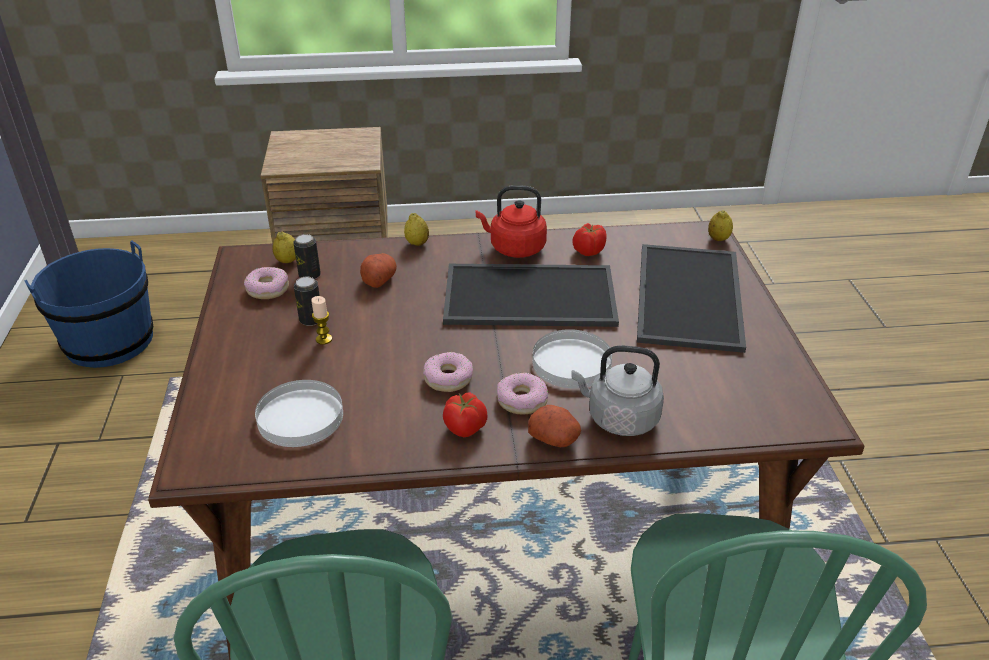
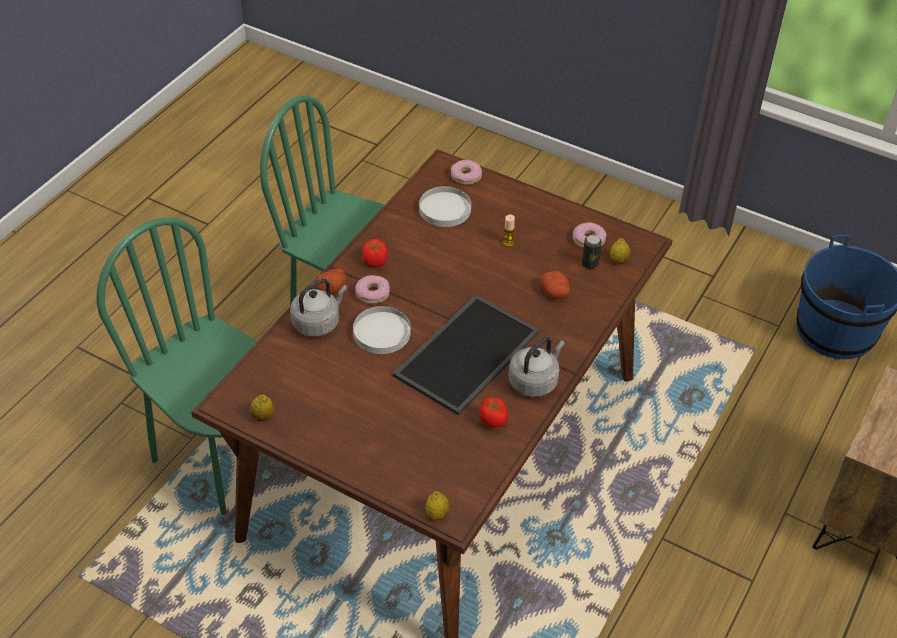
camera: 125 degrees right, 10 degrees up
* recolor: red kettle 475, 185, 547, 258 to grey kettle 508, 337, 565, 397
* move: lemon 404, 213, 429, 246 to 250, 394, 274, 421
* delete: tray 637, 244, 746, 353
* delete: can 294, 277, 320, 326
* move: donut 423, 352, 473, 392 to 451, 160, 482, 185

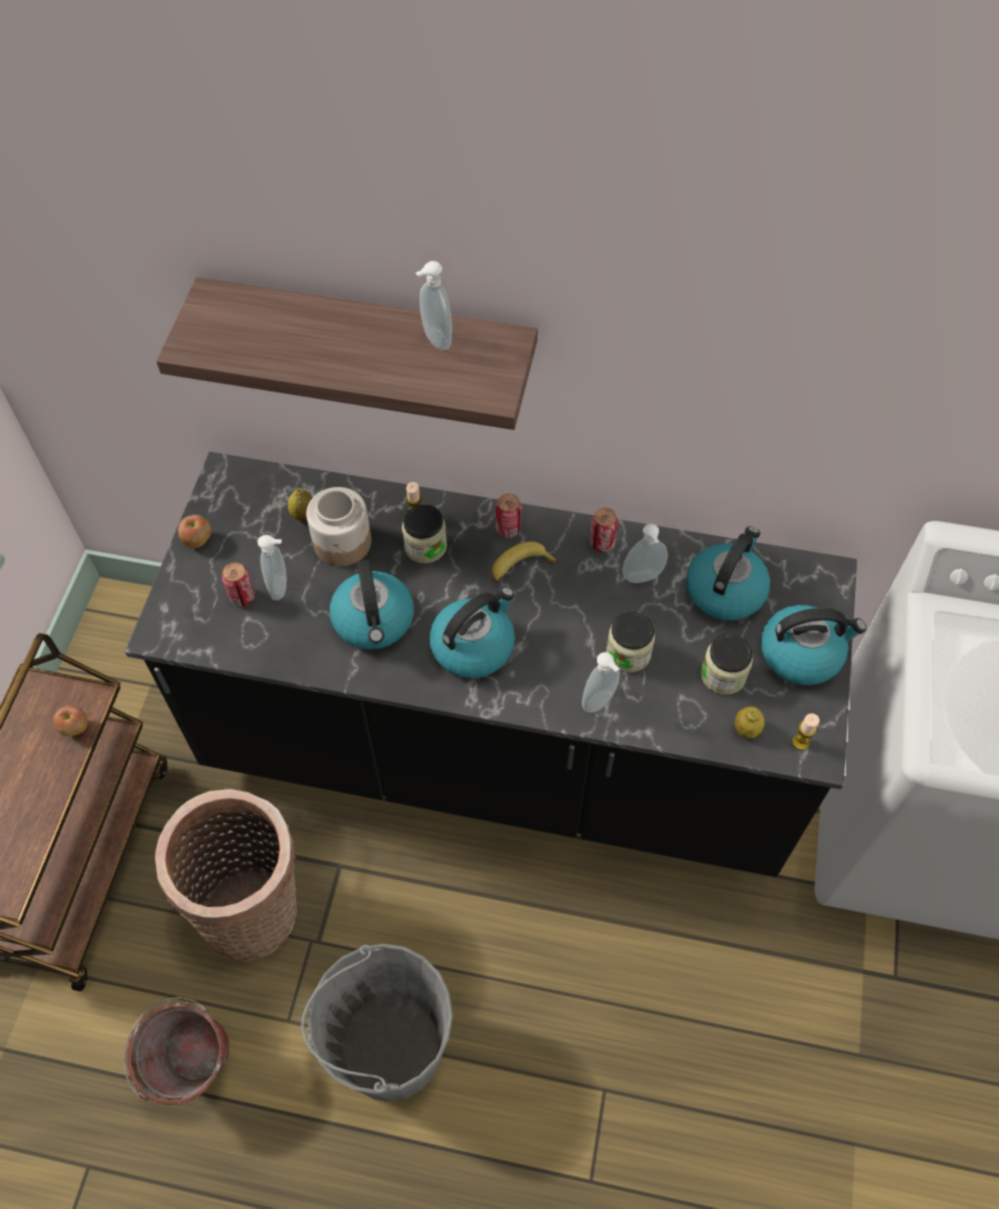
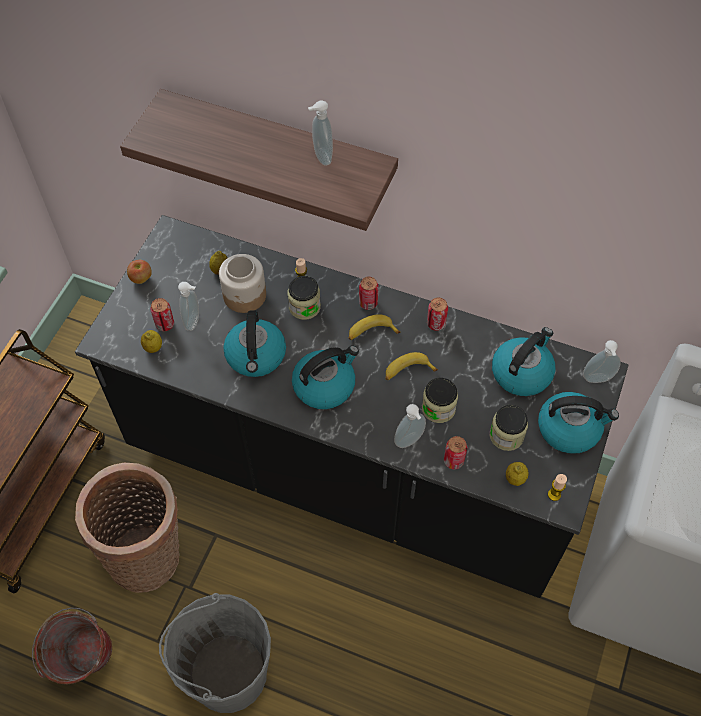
camera: 10 degrees right, 0 degrees up
* move: soap dispenser 622, 524, 668, 583 to 583, 340, 621, 383
* delete: apple 53, 705, 88, 736
* insert: lemon 141, 330, 162, 353
* insert: banana 385, 352, 438, 380
* insert: can 444, 436, 467, 469

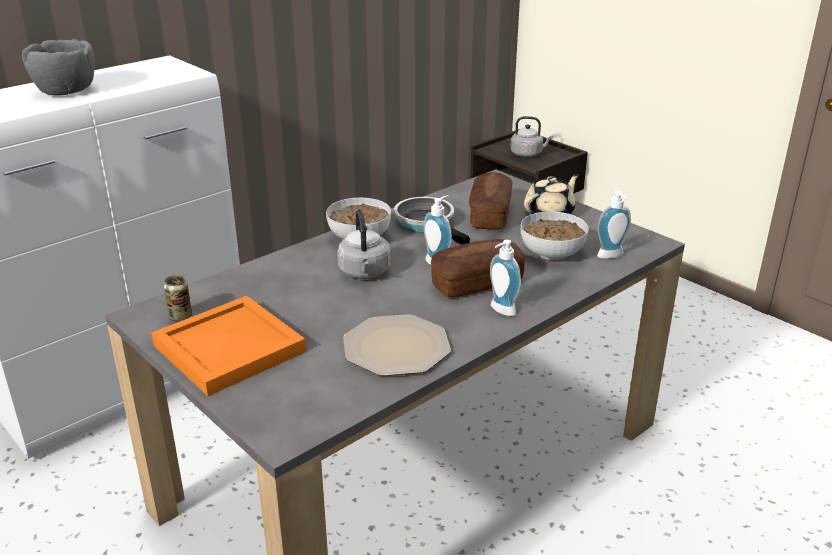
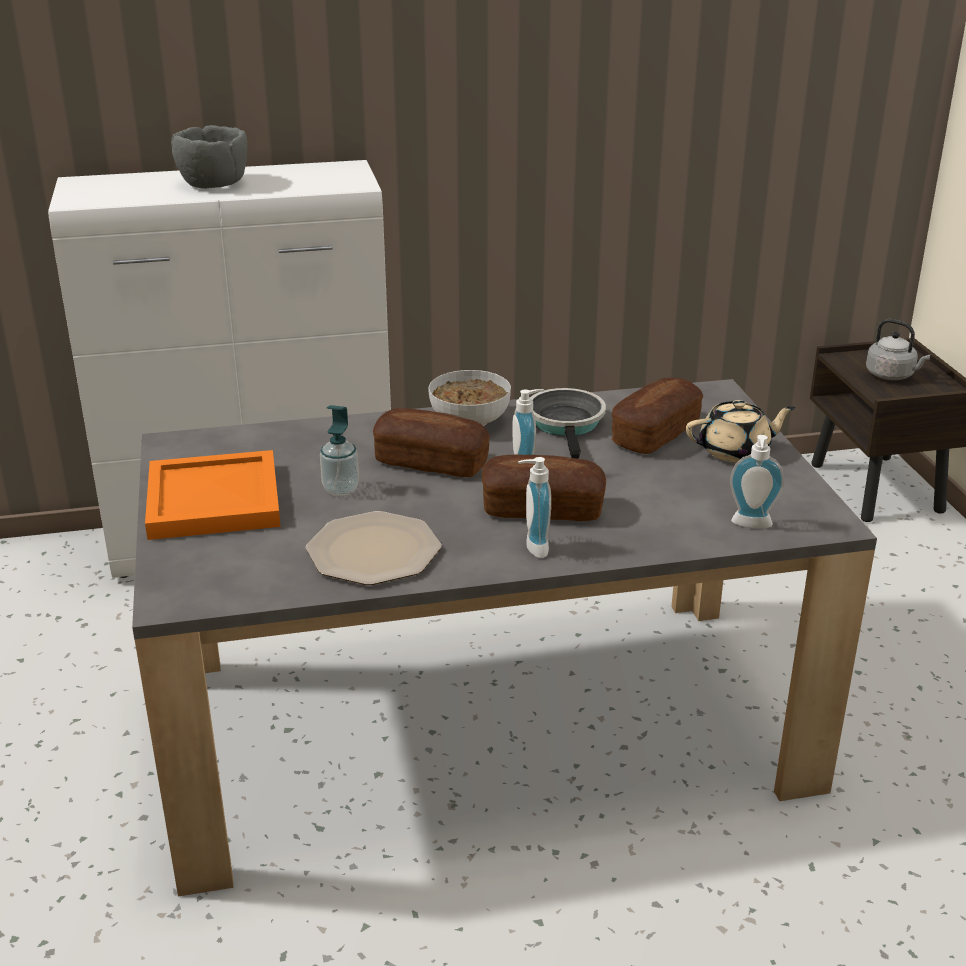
camera: 30 degrees right, 0 degrees up
* replace: grey kettle 338, 209, 390, 279 to bread 373, 408, 490, 477
* delete: bowl 521, 211, 589, 260
* delete: can 164, 275, 192, 321
* insert: soap dispenser 320, 405, 359, 496

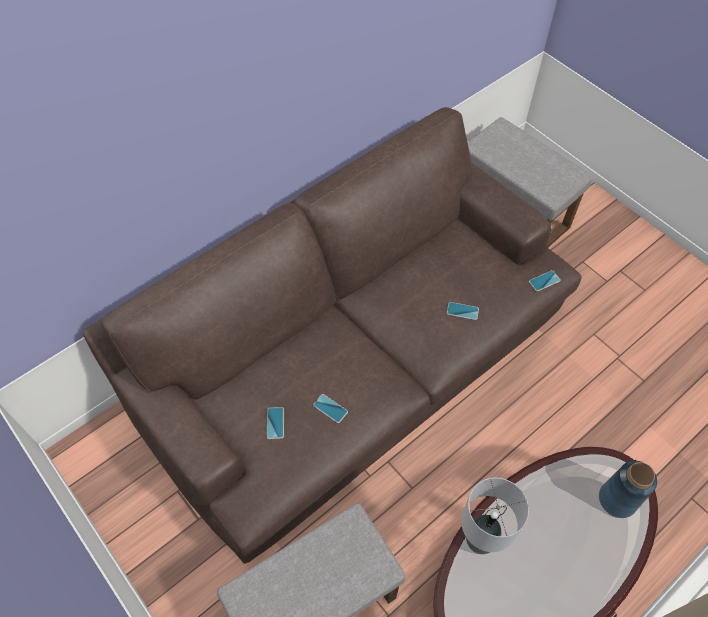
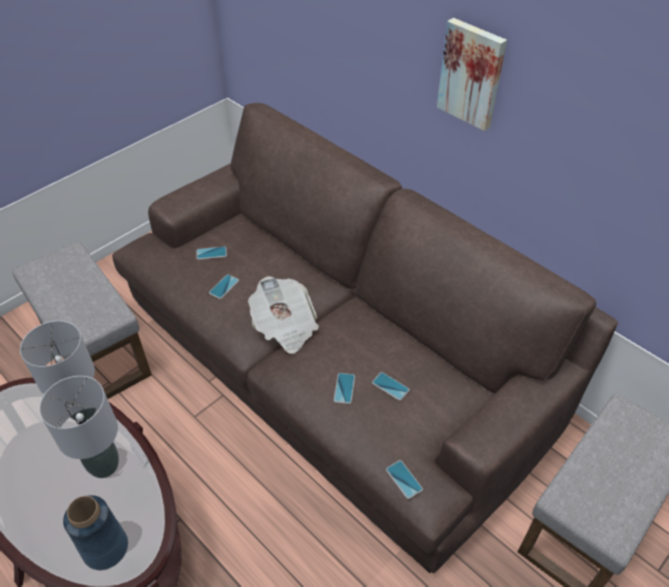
camera: 85 degrees right, 10 degrees down
* insert: picture 437, 18, 507, 131
* insert: newspaper 248, 276, 319, 354
* insert: phone 372, 372, 410, 401
* insert: grey table lamp 39, 376, 119, 478

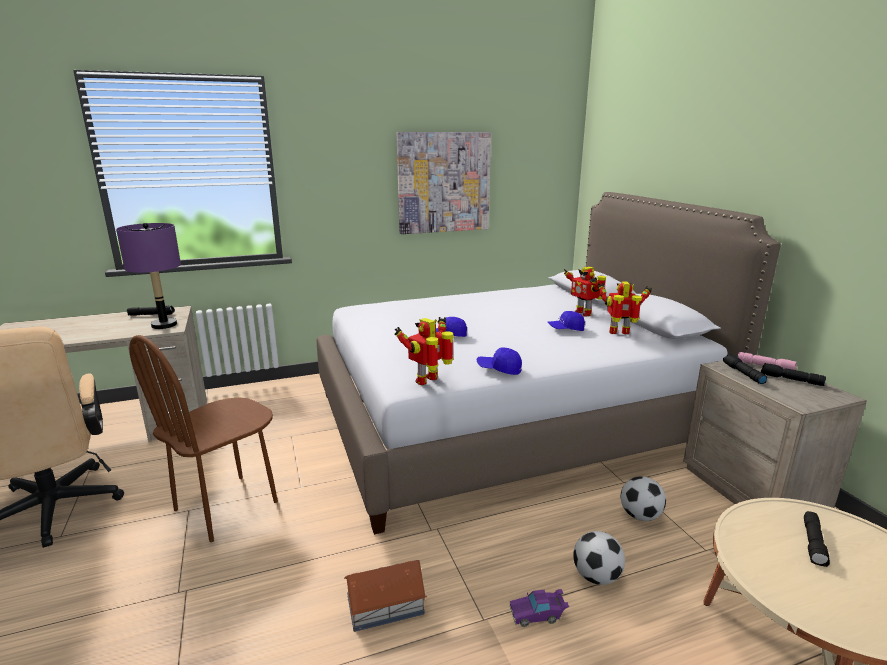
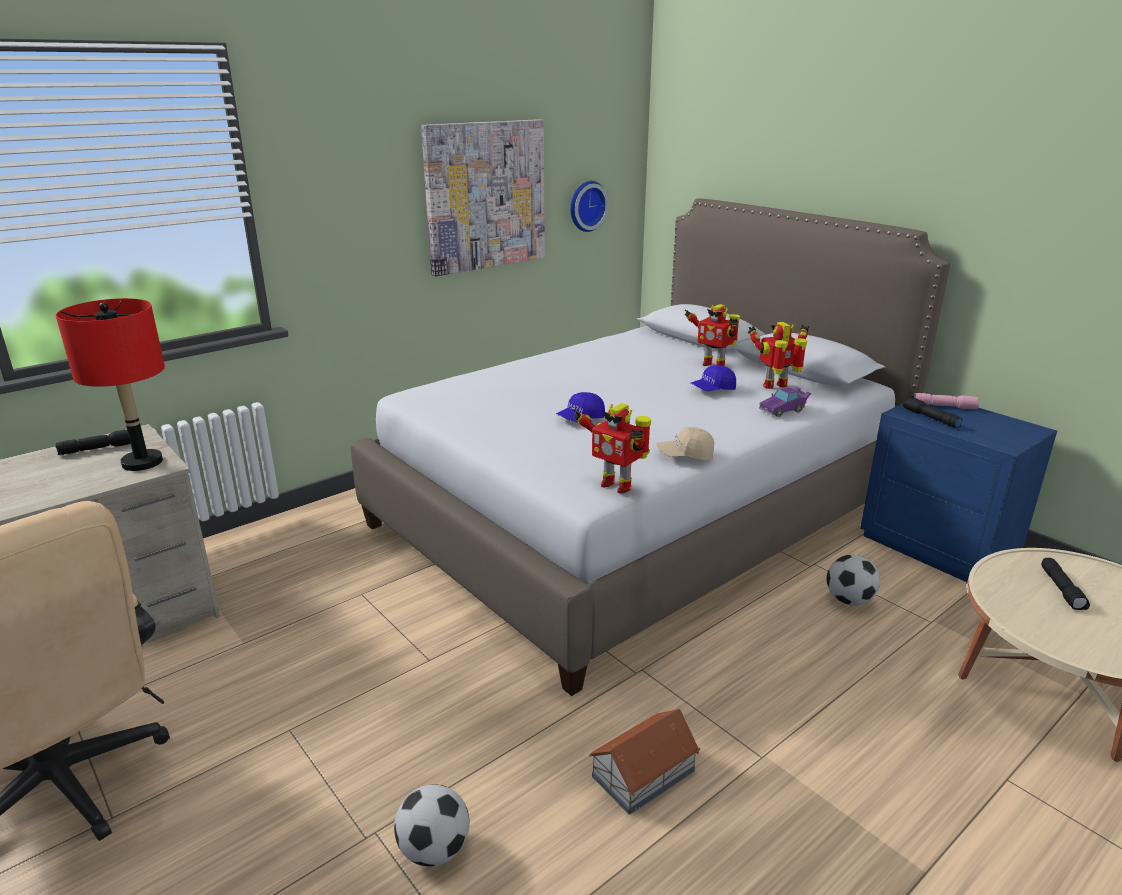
camera: 20 degrees left, 5 degrees up
* recolor: purple table lamp 116, 223, 181, 329 to red table lamp 56, 298, 165, 471
* rotate: toy robot 395, 317, 453, 385 = 573, 403, 651, 494 75 degrees counterclockwise
* delete: brown chair 129, 335, 278, 542
* recolor: blue cap 477, 348, 522, 375 to beige cap 656, 427, 714, 460
* recolor: beige nightstand 683, 354, 867, 508 to blue nightstand 860, 392, 1057, 582
* delete: black flashlight 761, 363, 826, 386
* move: football 573, 531, 625, 585 to 394, 784, 470, 866
* move: purple toy car 509, 589, 569, 627 to 759, 387, 812, 417
* insert: wall clock 570, 181, 609, 232

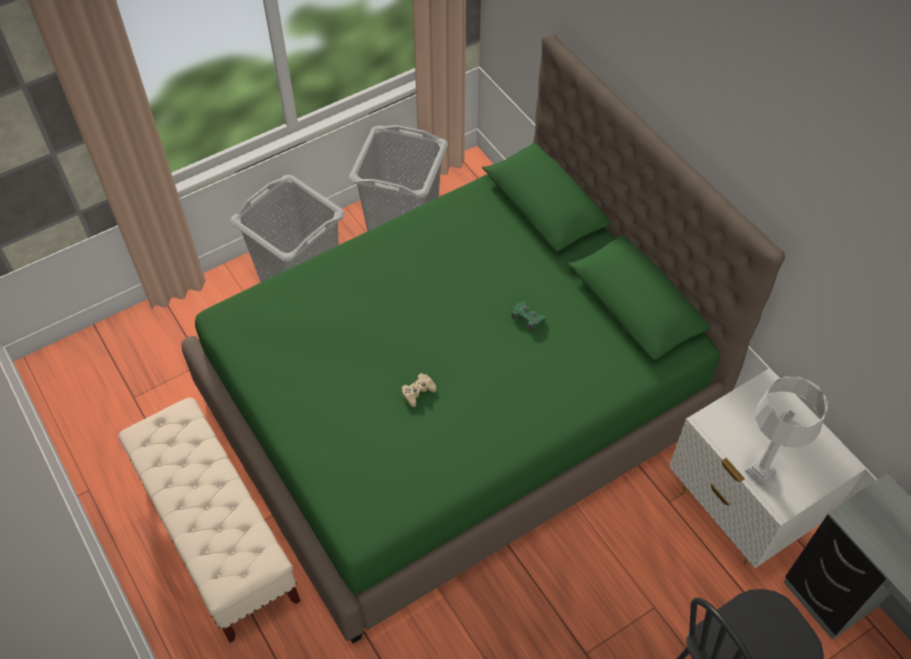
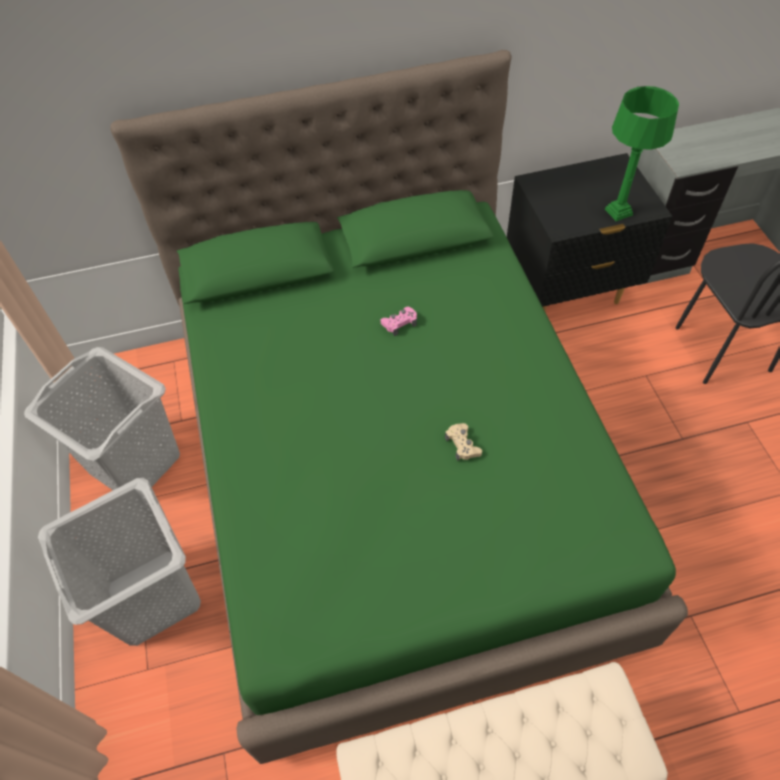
camera: 70 degrees left, 0 degrees up
* recolor: green game controller 512, 301, 545, 330 to pink game controller 381, 307, 417, 336
* recolor: white nightstand 669, 369, 866, 568 to black nightstand 507, 153, 672, 312
* recolor: grey table lamp 745, 376, 828, 486 to green table lamp 605, 86, 679, 221

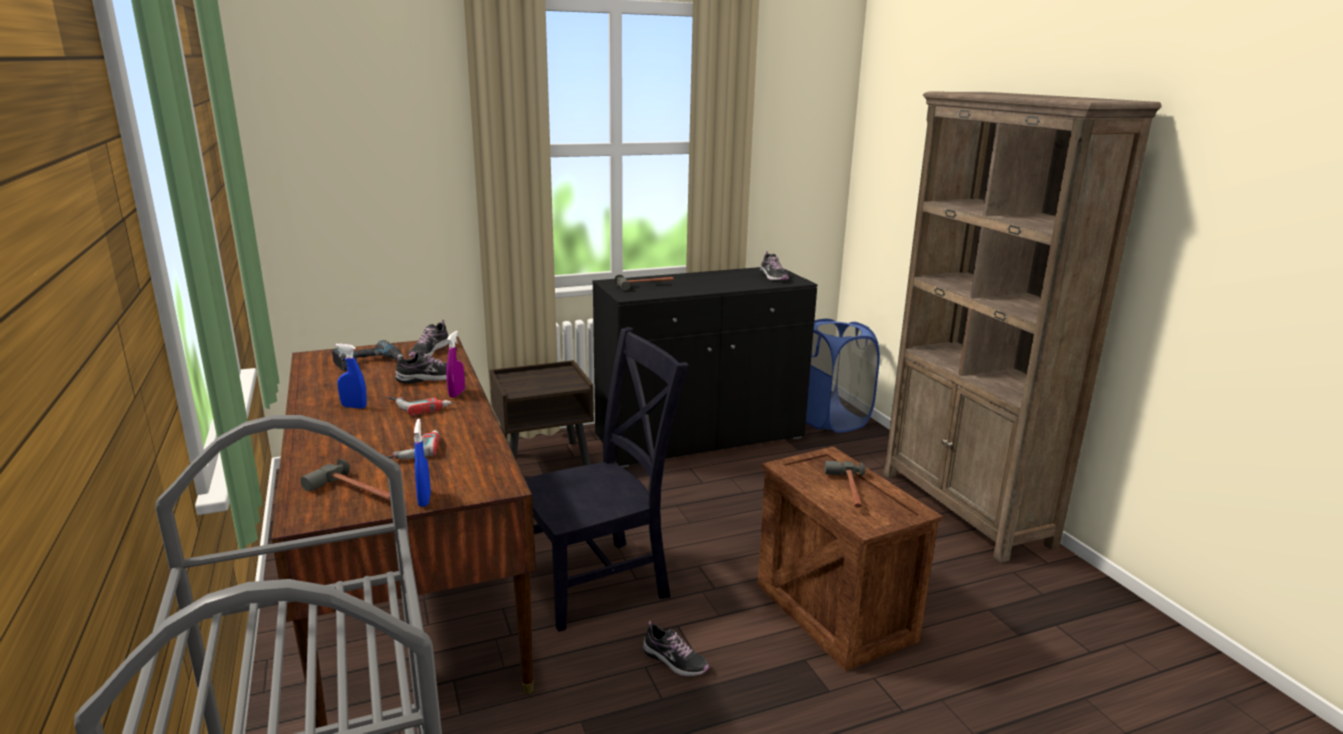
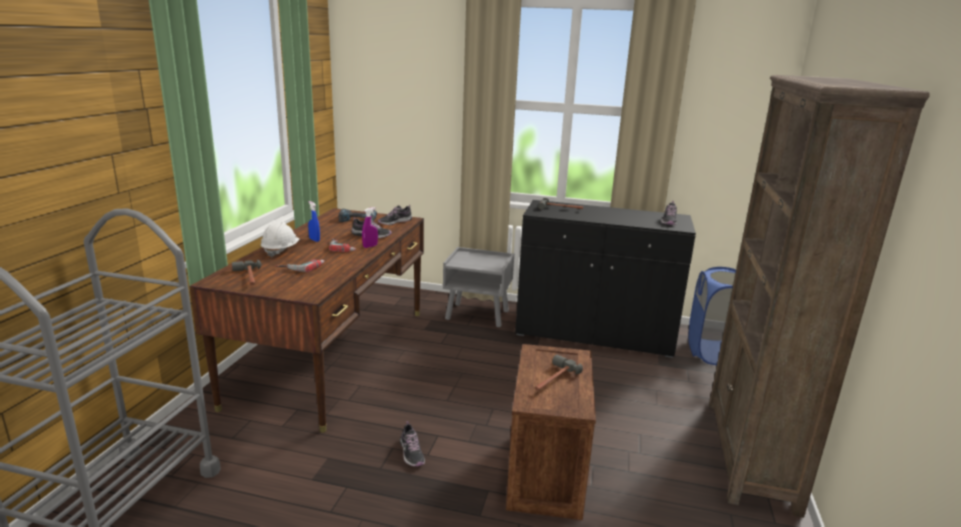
camera: 35 degrees right, 0 degrees up
* delete: black chair 525, 327, 688, 632
* recolor: brown nightstand 489, 360, 594, 466 to grey nightstand 443, 247, 514, 327
* delete: blue spray bottle 414, 419, 431, 507
* insert: white hard hat 261, 221, 300, 257

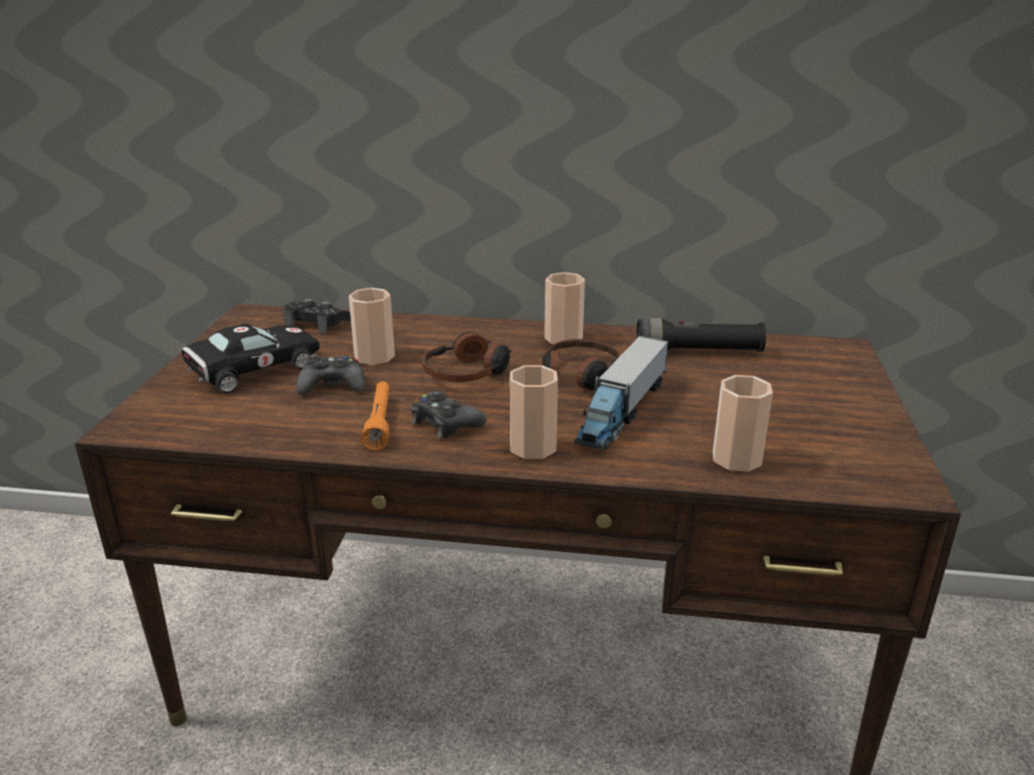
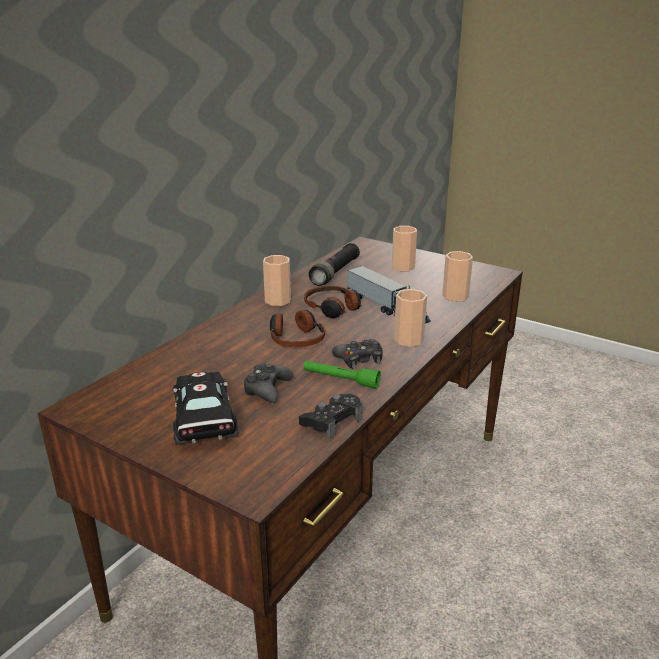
camera: 65 degrees left, 0 degrees up
* move: cup 349, 288, 395, 365 to 392, 226, 417, 271
* move: black game controller 283, 299, 351, 334 to 299, 394, 363, 439
* recolor: orange flashlight 361, 381, 389, 451 to green flashlight 303, 361, 381, 389

